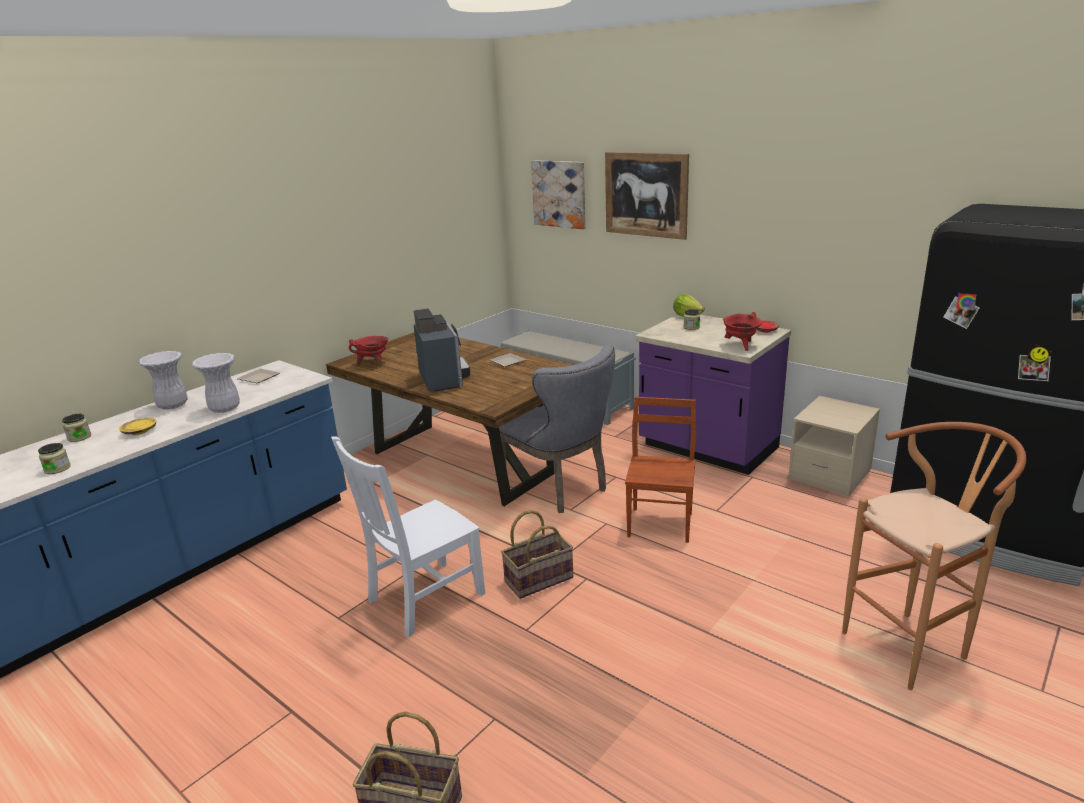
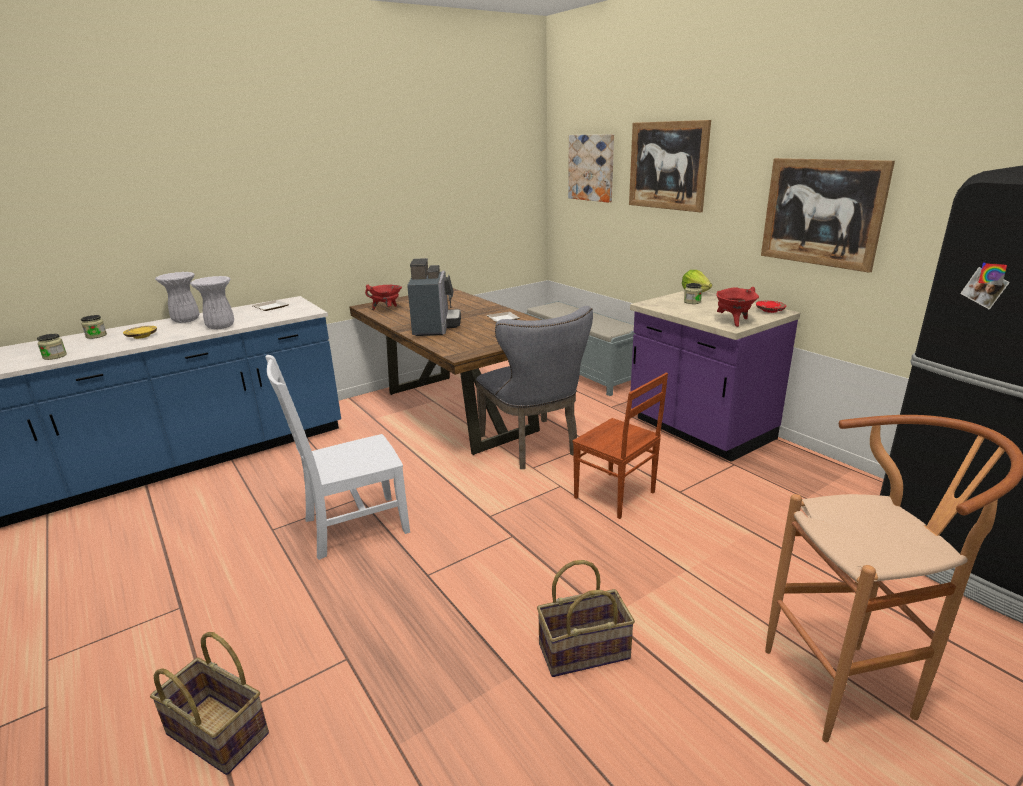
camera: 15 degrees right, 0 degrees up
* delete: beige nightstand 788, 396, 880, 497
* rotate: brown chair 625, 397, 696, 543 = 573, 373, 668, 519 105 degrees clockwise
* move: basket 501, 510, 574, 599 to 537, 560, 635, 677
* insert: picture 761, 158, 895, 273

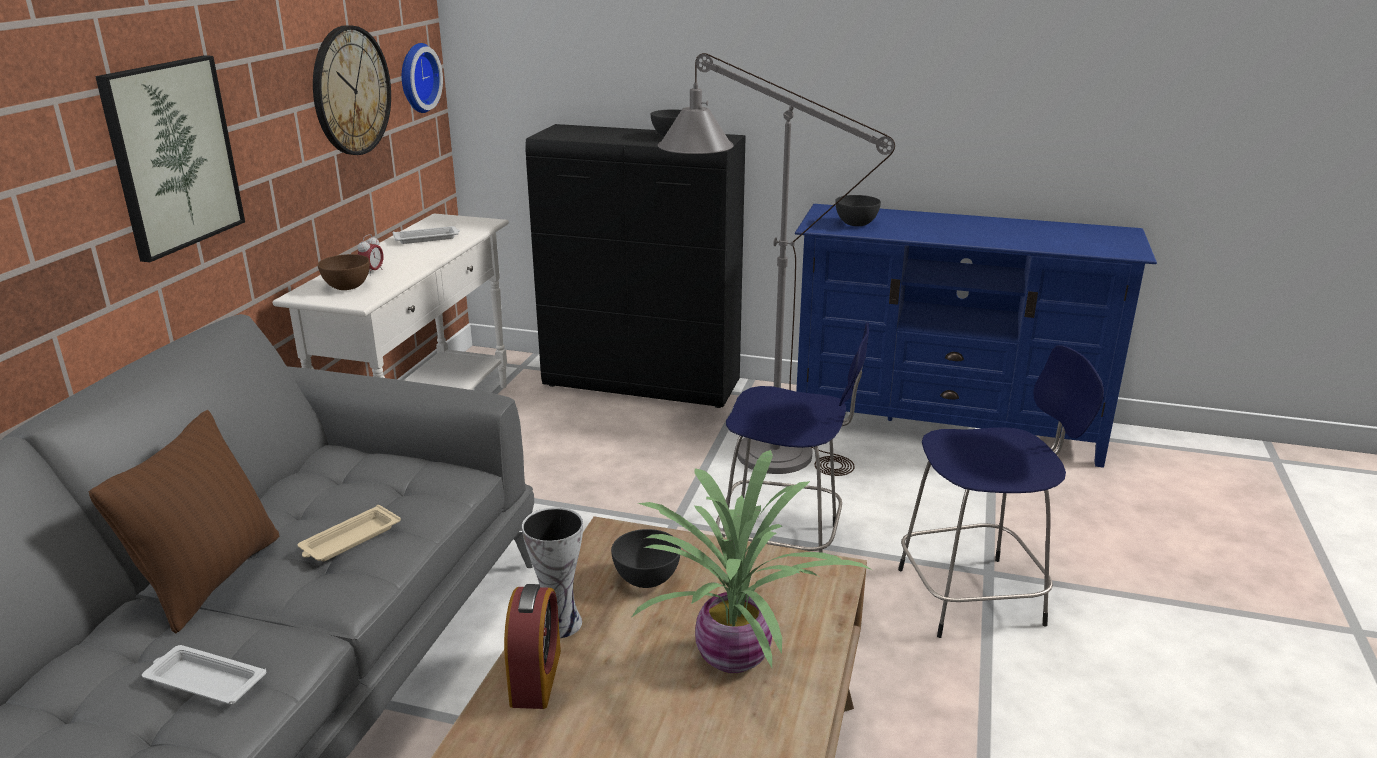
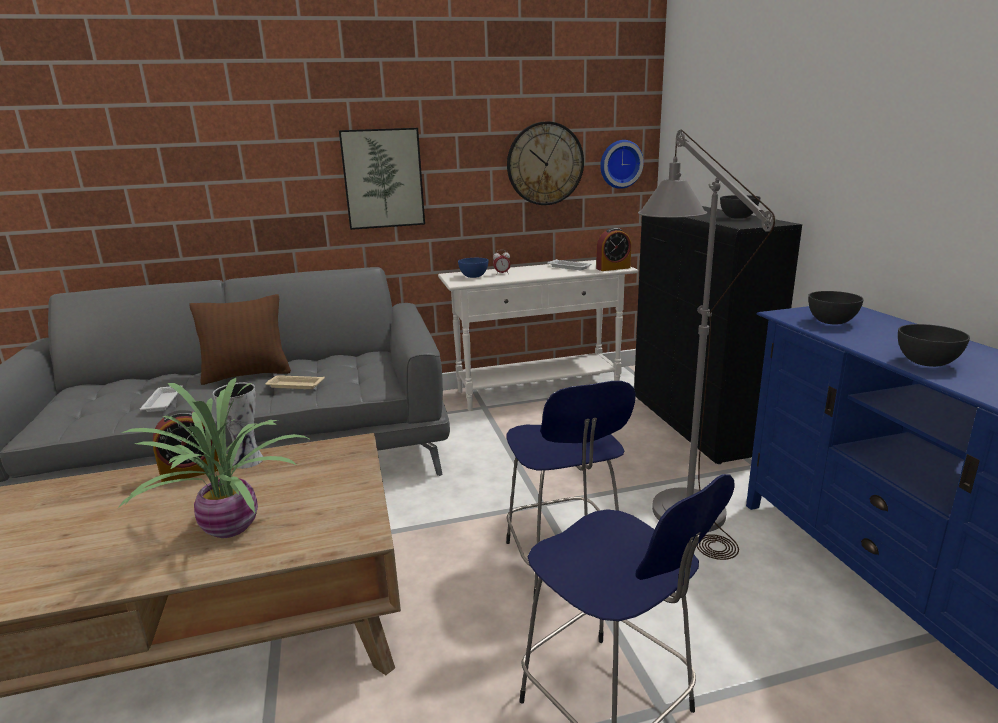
camera: 60 degrees right, 5 degrees down
* recolor: brown bowl 318, 254, 370, 290 to blue bowl 458, 258, 488, 278
* move: grey bowl 611, 529, 681, 588 to 898, 324, 970, 367
* insert: alarm clock 596, 228, 631, 271

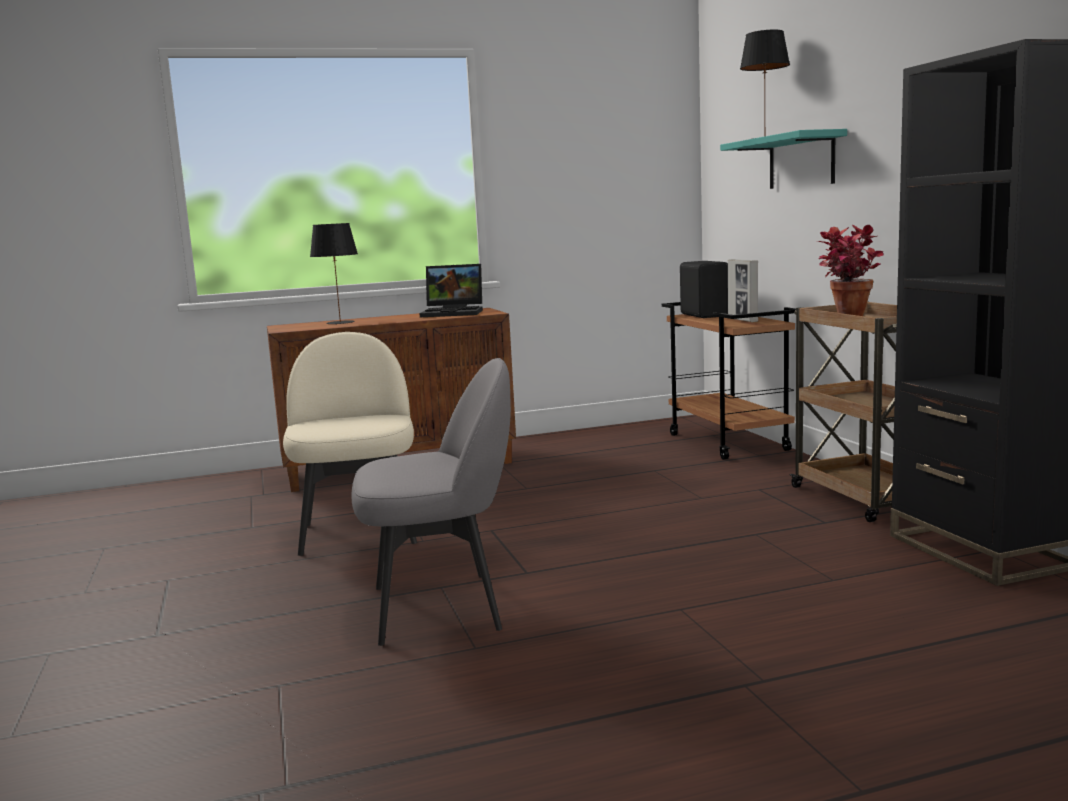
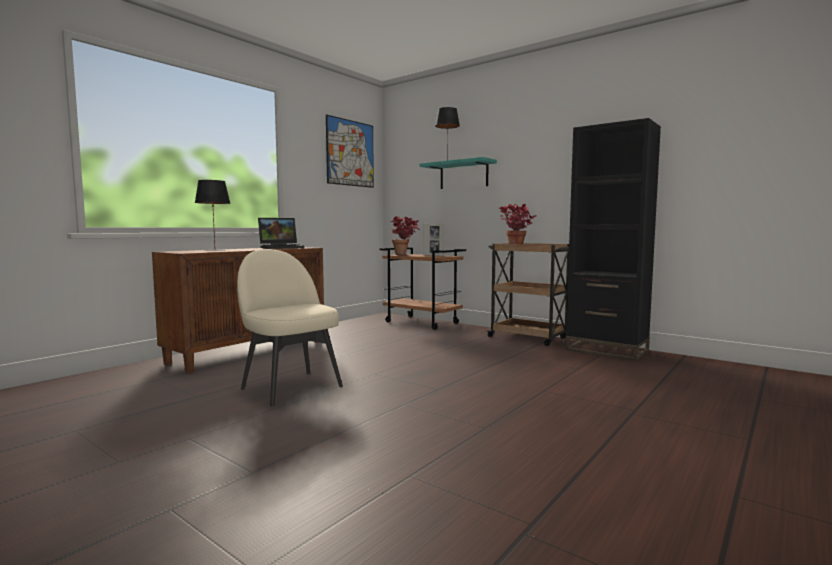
camera: 35 degrees left, 5 degrees down
* replace: black speaker 680, 261, 728, 318 to potted plant 390, 216, 419, 255
* delete: grey chair 352, 358, 511, 646
* insert: picture 326, 114, 374, 188

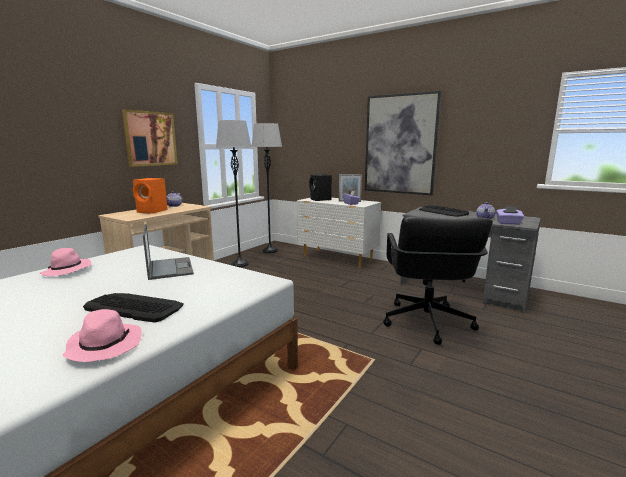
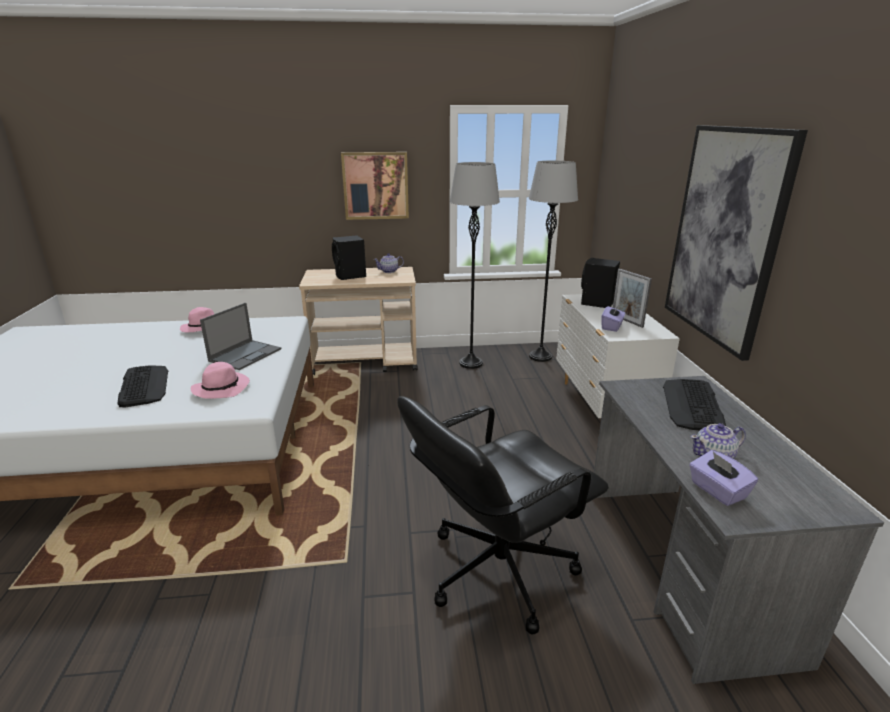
camera: 50 degrees right, 10 degrees up
* recolor: orange speaker 133, 178, 168, 213 to black speaker 332, 235, 366, 280
* move: pink hat 63, 309, 142, 362 to 191, 362, 250, 399

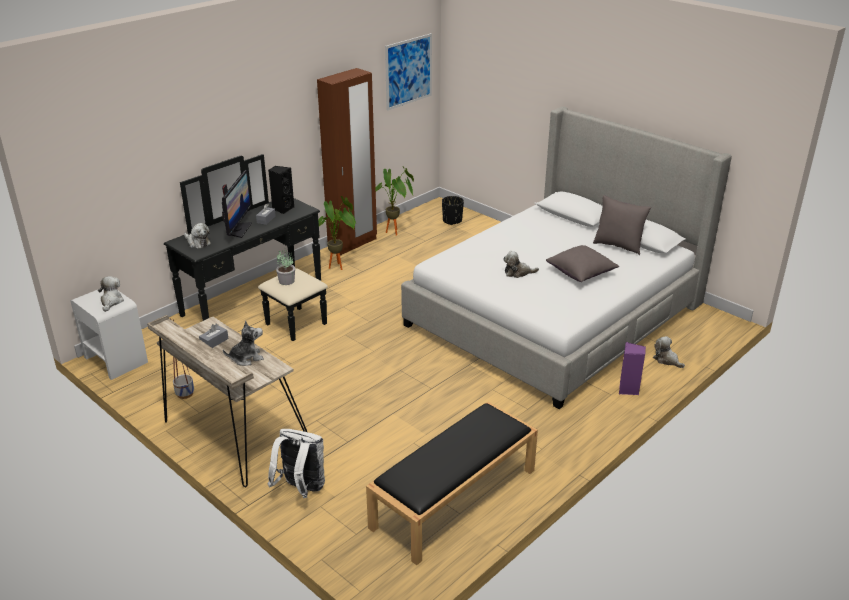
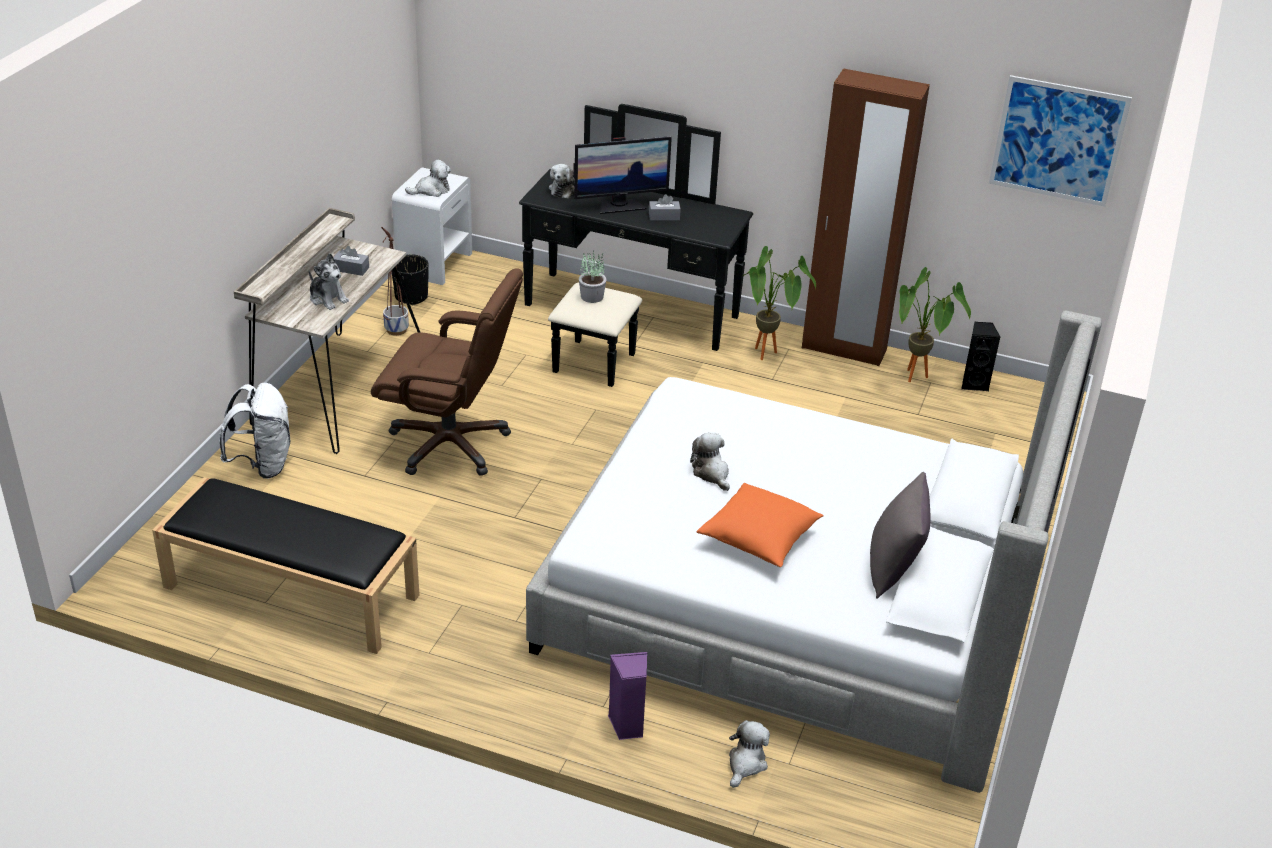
camera: 65 degrees right, 5 degrees up
* move: black speaker 268, 166, 294, 214 to 961, 322, 1000, 391
* move: black planter 442, 196, 464, 225 to 392, 254, 429, 305
* recolor: grey pillow 546, 245, 619, 282 to orange pillow 697, 483, 823, 567
* insert: brown office chair 371, 268, 523, 476

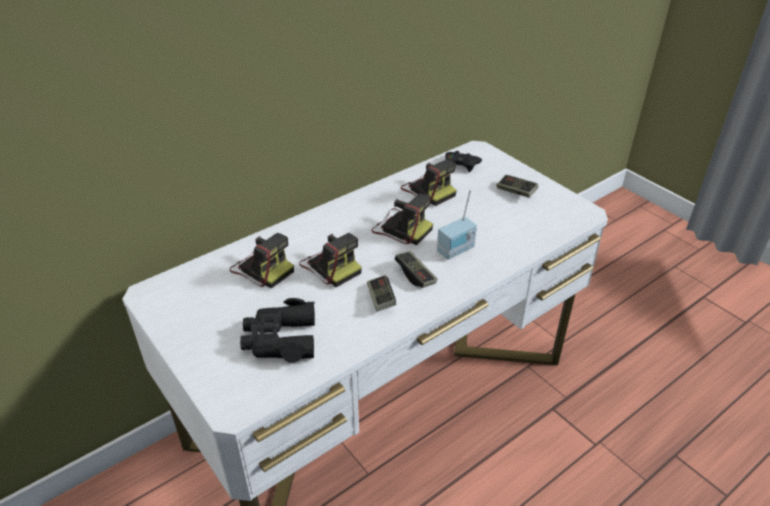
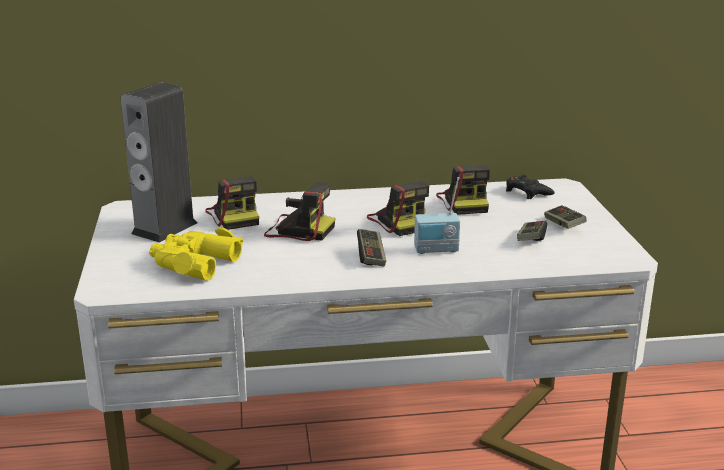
camera: 30 degrees right, 15 degrees down
* rotate: photo camera 299, 233, 362, 287 = 264, 183, 335, 241 60 degrees counterclockwise
* move: game controller 367, 275, 396, 312 to 517, 221, 547, 241
* recolor: black binoculars 240, 298, 315, 363 to yellow binoculars 149, 227, 243, 281
* insert: speaker 121, 82, 198, 243

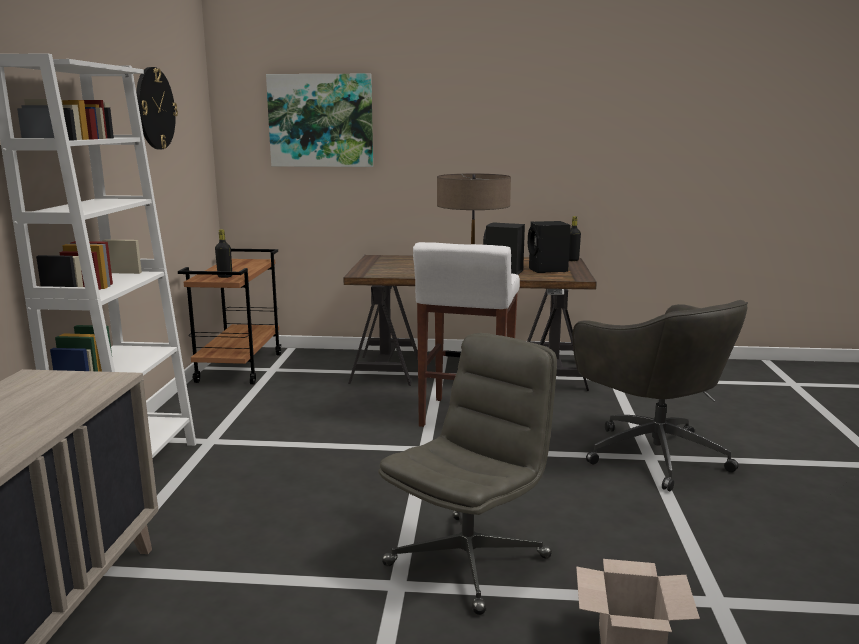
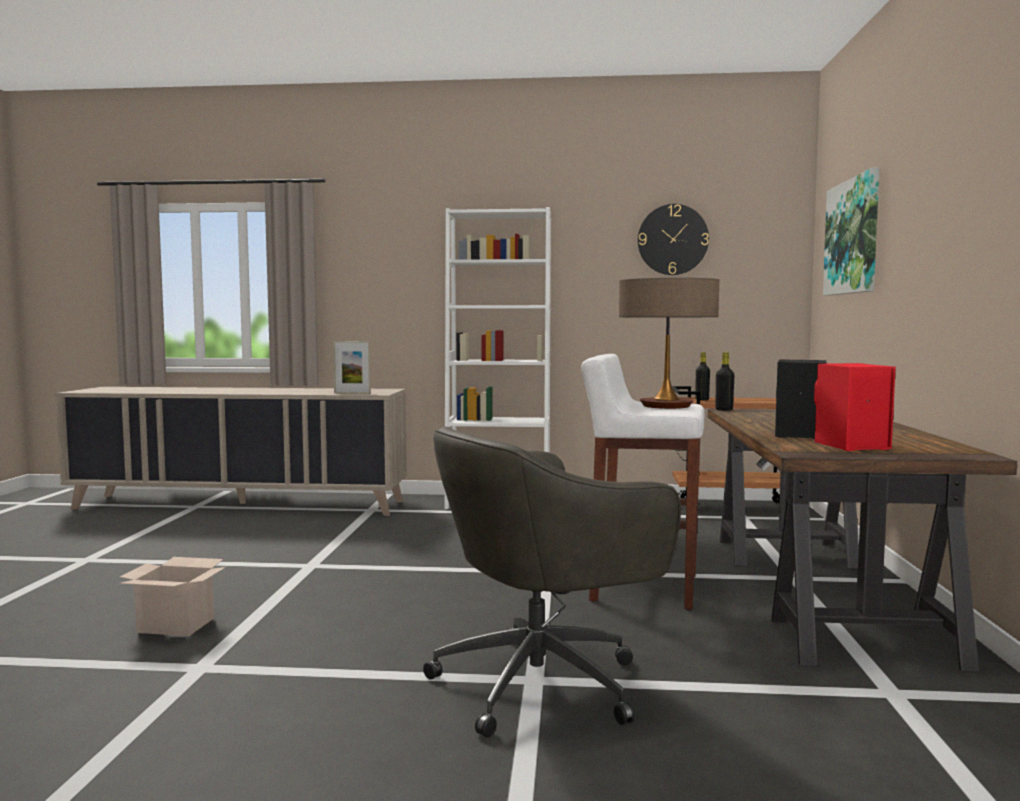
camera: 90 degrees right, 10 degrees down
* move: black bottle 569, 216, 581, 261 to 716, 352, 734, 411
* recolor: black speaker 528, 221, 571, 273 to red speaker 814, 363, 896, 451
* delete: grey office chair 378, 333, 557, 615
* insert: picture frame 333, 341, 371, 394

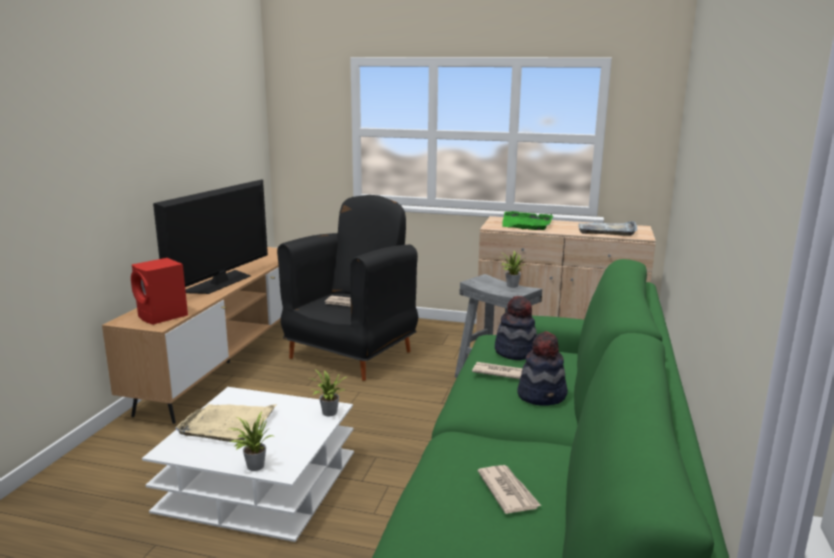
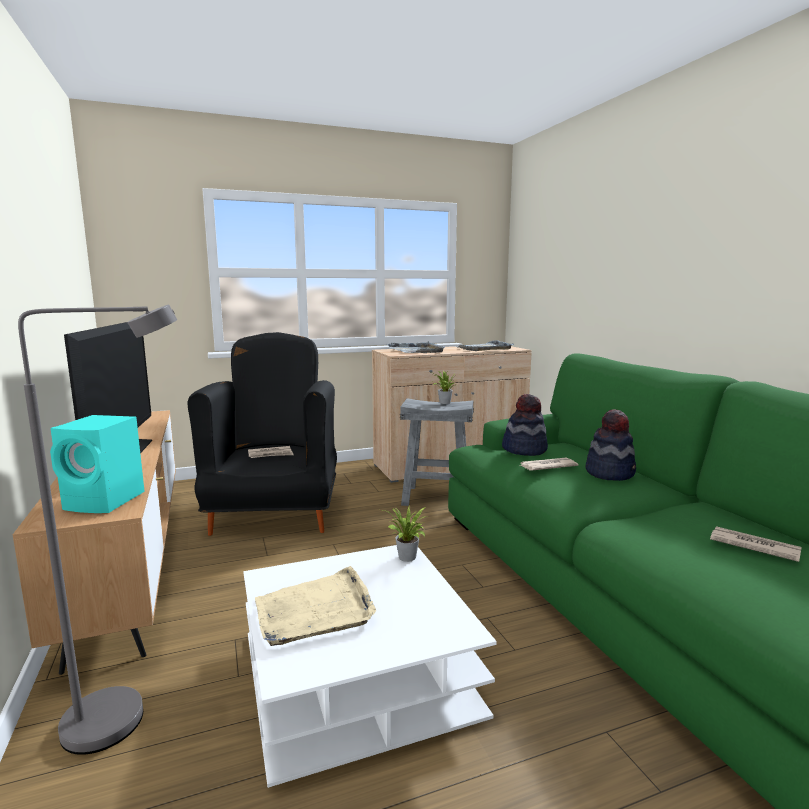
camera: 35 degrees left, 5 degrees down
* recolor: green tray 502, 211, 553, 230 to grey tray 387, 341, 445, 353
* recolor: red speaker 131, 258, 188, 325 to turquoise speaker 50, 415, 145, 513
* delete: potted plant 228, 412, 273, 471
* insert: grey floor lamp 18, 305, 177, 755

